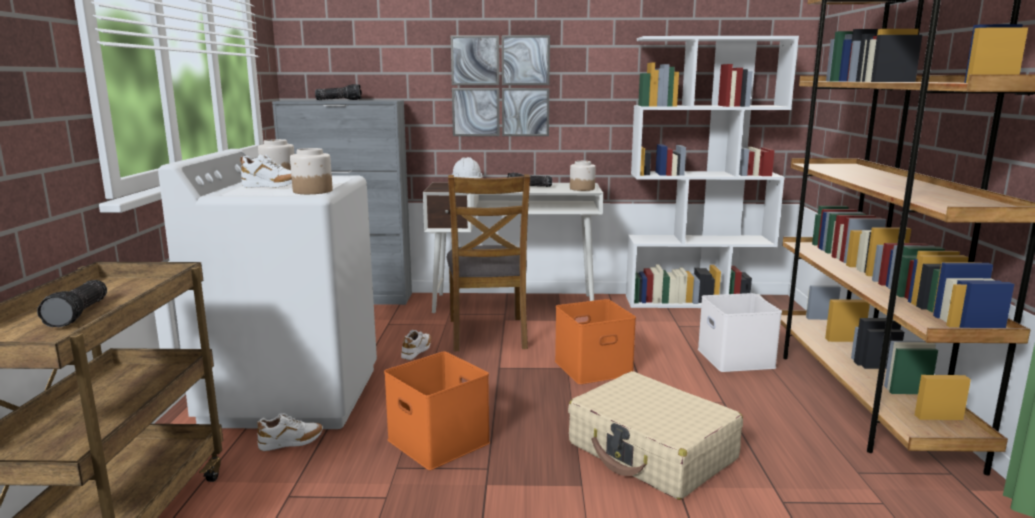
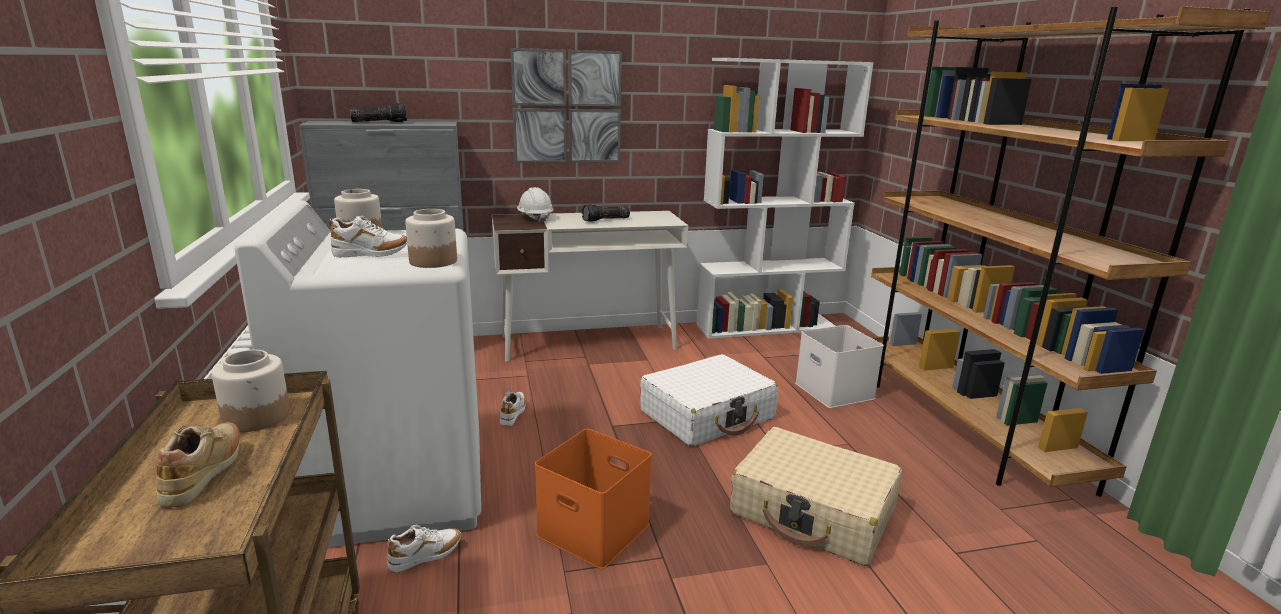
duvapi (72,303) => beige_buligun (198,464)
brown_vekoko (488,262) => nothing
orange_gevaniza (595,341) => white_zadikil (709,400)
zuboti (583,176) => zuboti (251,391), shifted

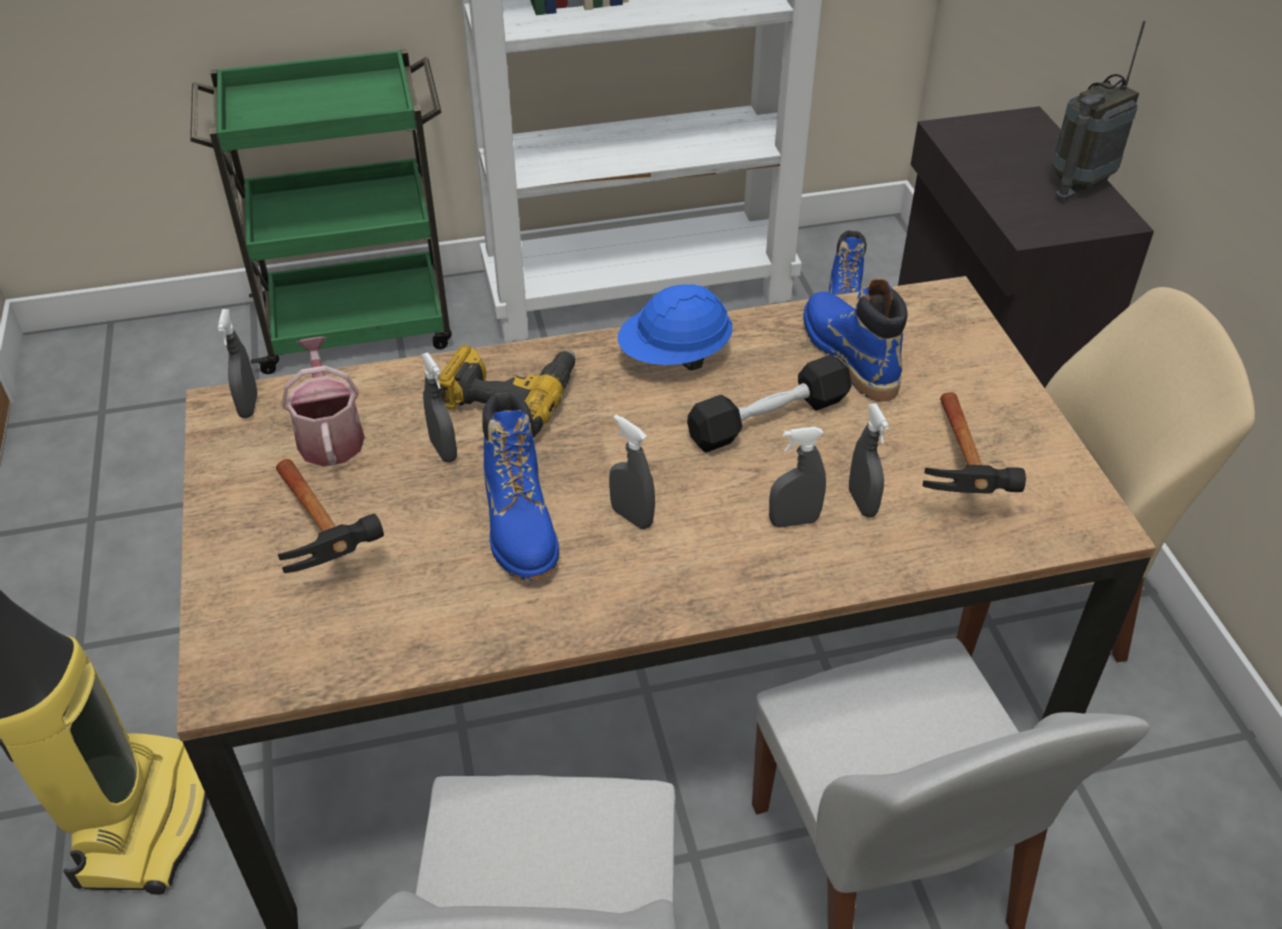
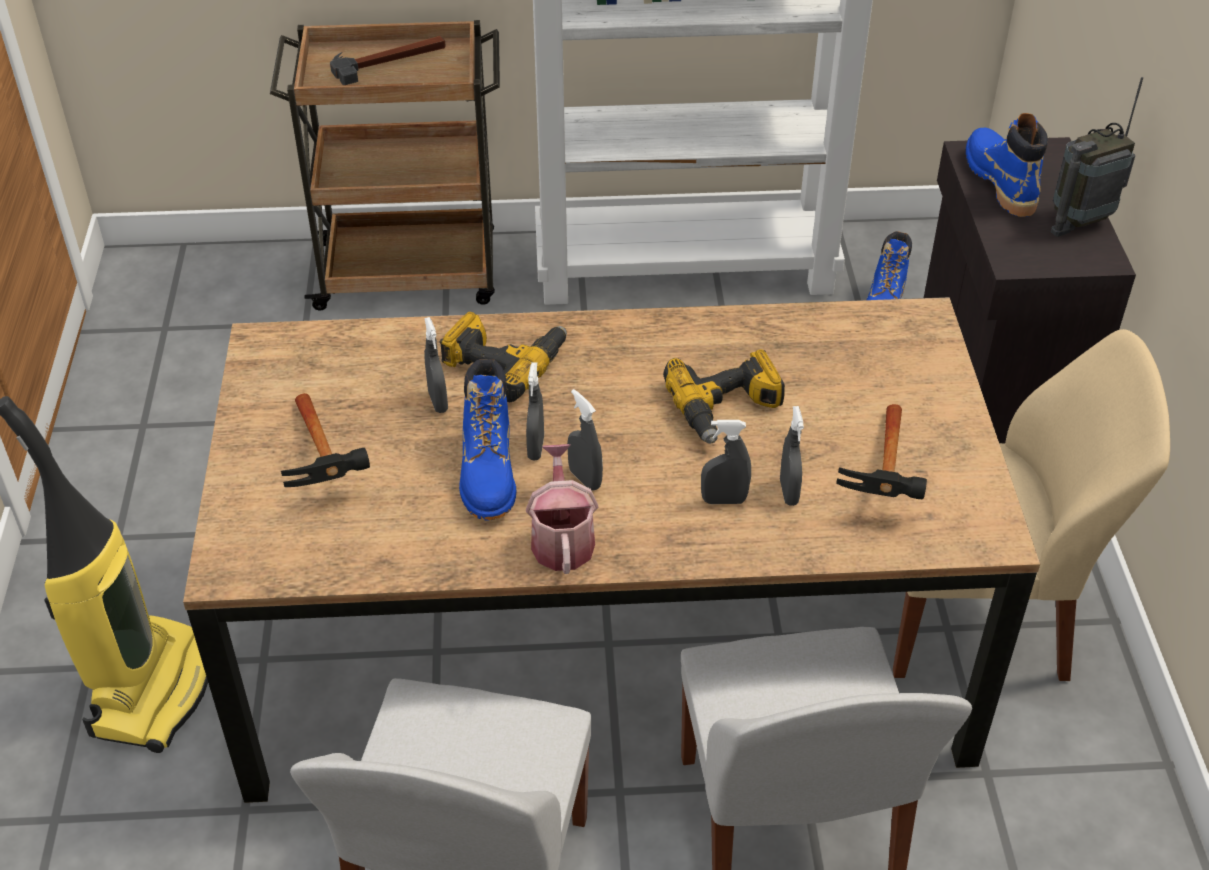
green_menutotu (321,211) => brown_menutotu (385,165)
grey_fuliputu (238,363) => grey_fuliputu (535,411), shifted
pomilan (323,402) => pomilan (562,509), shifted
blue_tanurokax (674,327) => nothing
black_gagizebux (769,404) => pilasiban (724,396)
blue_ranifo (855,340) => blue_ranifo (1007,165), shifted
nothing => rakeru (388,60)

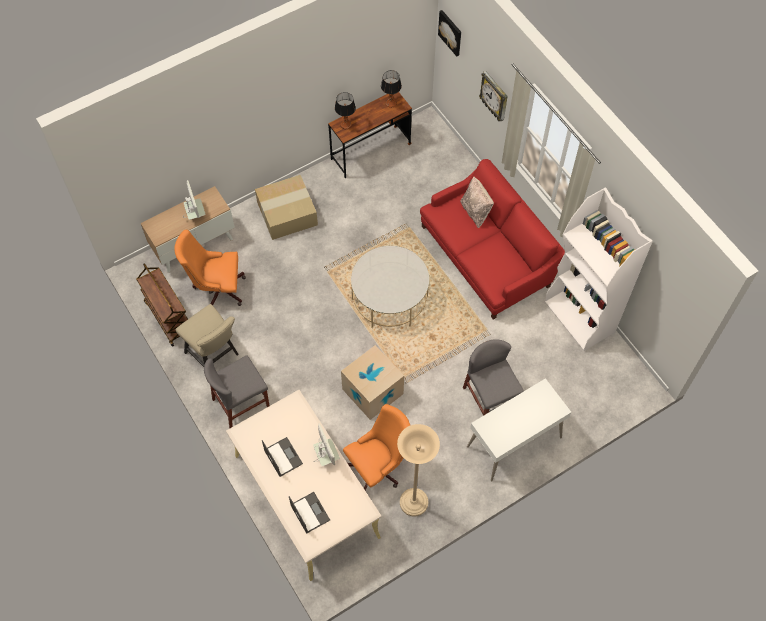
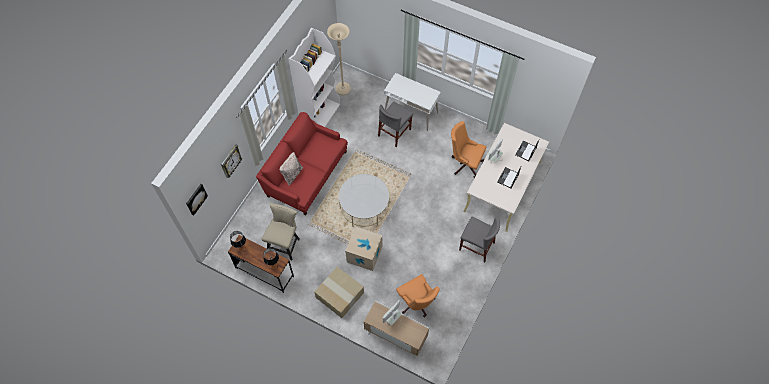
brown_menutotu (162,305) => nothing
beige_vekoko (207,335) => beige_vekoko (281,232), shifted
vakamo (372,382) => vakamo (363,249), shifted
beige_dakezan (418,470) => beige_dakezan (339,59), shifted

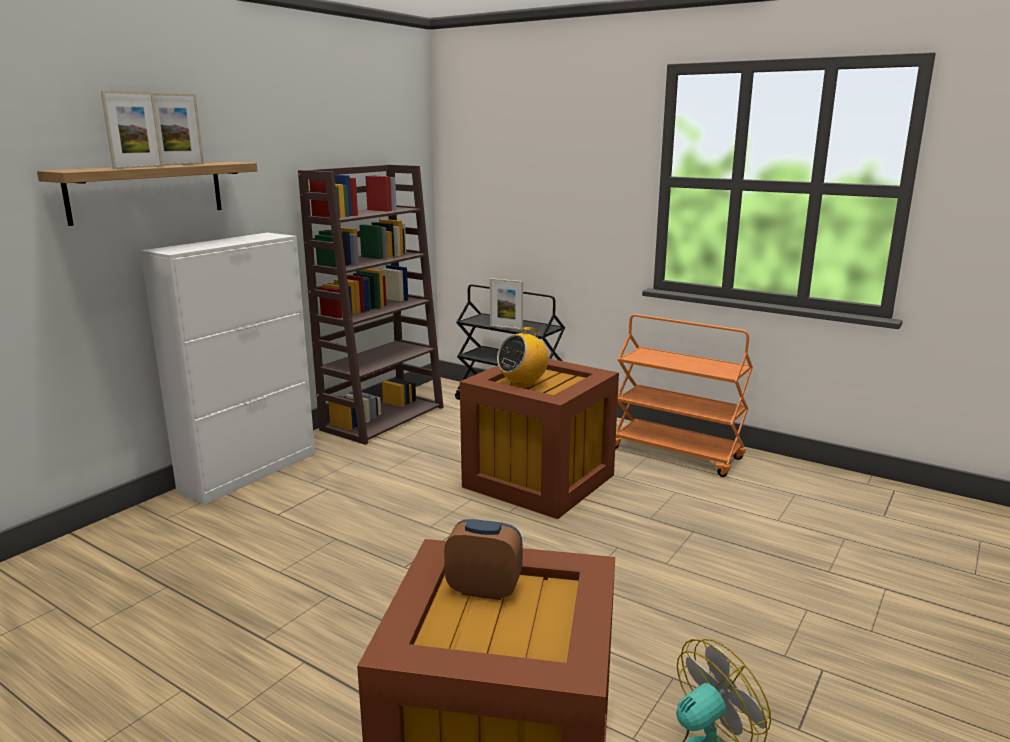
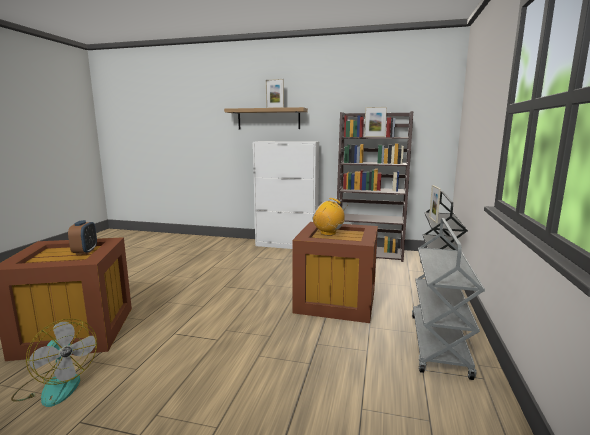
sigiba (132,130) => sigiba (375,122), shifted
orange_menutotu (684,395) => grey_menutotu (448,299)

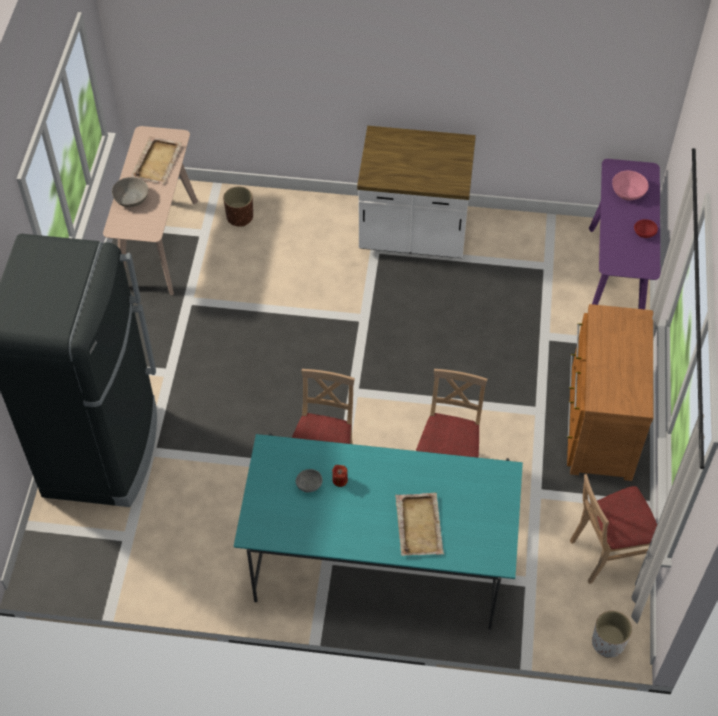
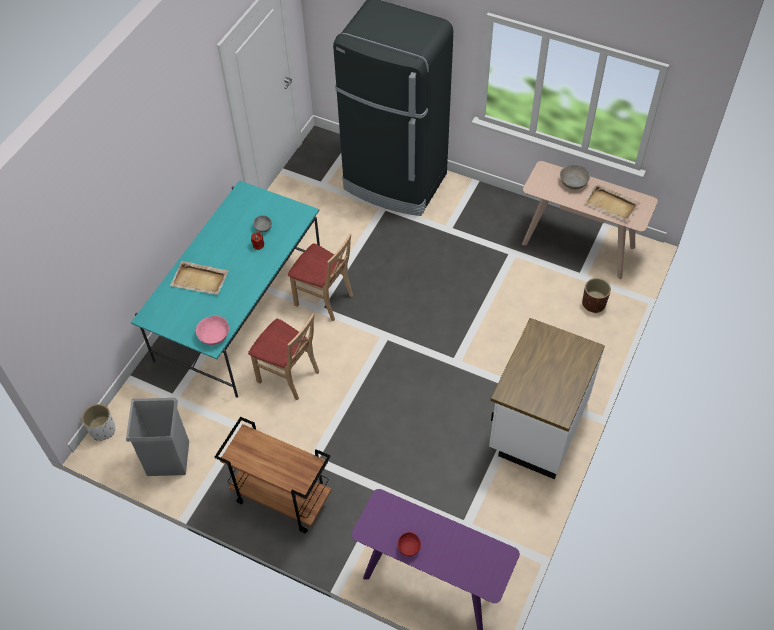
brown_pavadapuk (610,392) => brown_menutotu (273,475)
beige_vekoko (613,529) => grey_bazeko (157,437)
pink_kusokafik (630,186) => pink_kusokafik (212,330), shifted

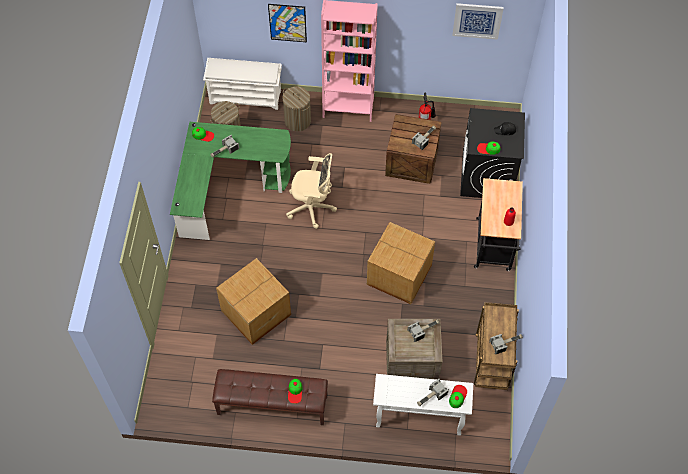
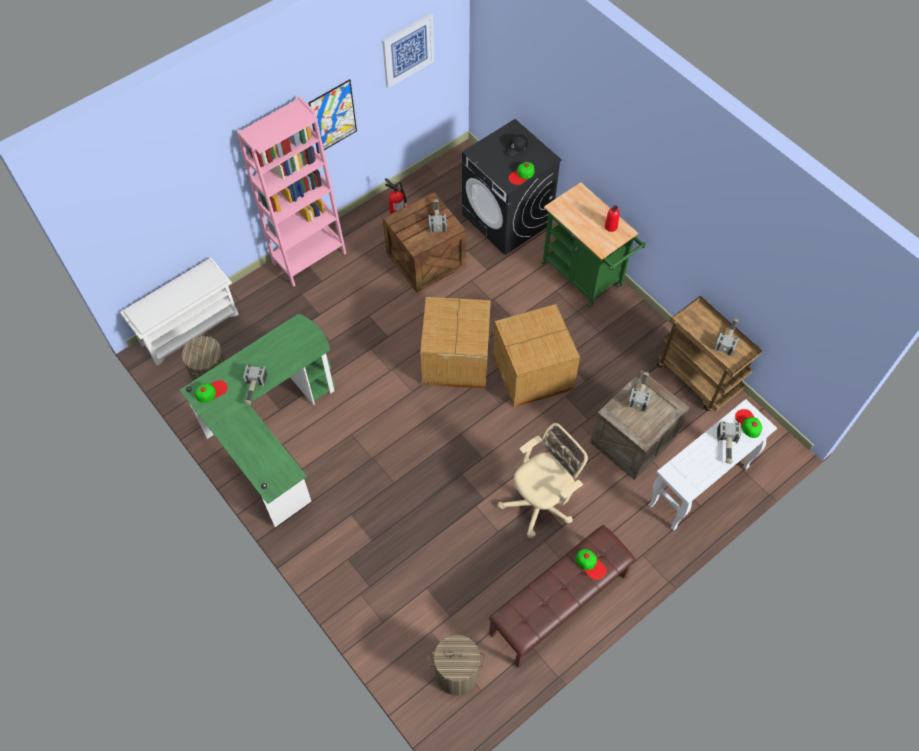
vakamo (253,301) => vakamo (455,343), shifted
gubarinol (287,23) => gubarinol (332,116), shifted
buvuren (296,108) => buvuren (457,665), shifted
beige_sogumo (311,191) => beige_sogumo (542,480), shifted
black_menutotu (498,224) => green_menutotu (593,245)

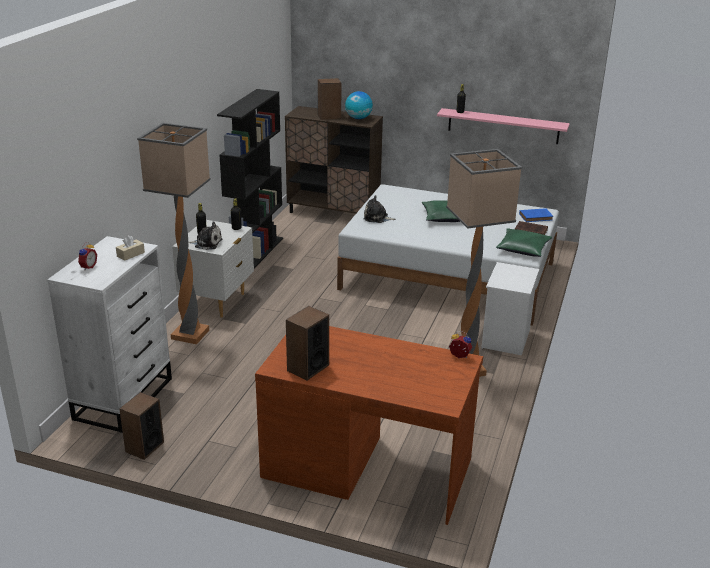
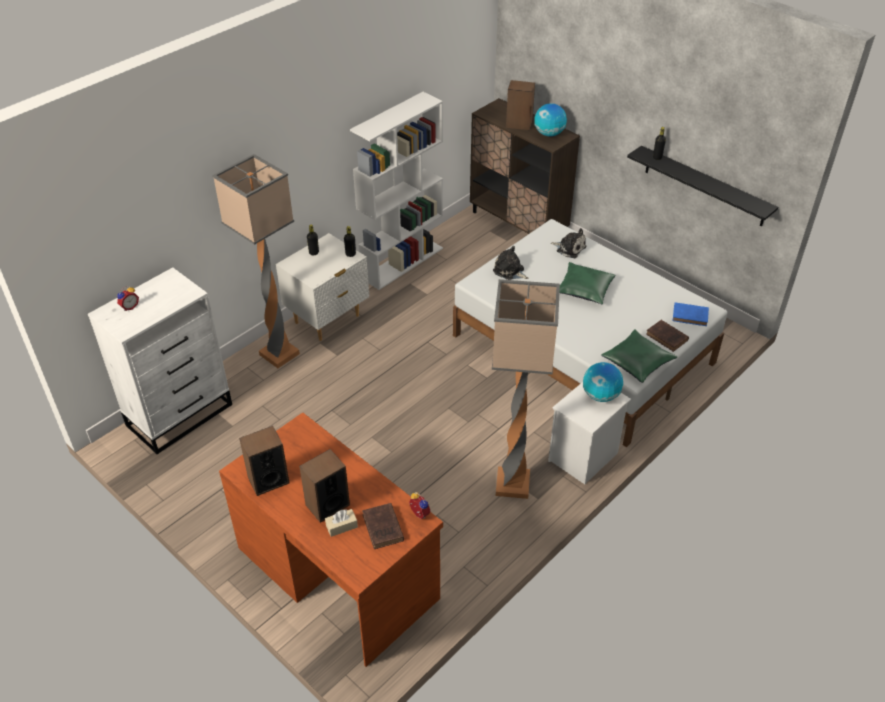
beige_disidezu (130,248) => beige_disidezu (341,523), shifted
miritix (141,426) => miritix (324,486), shifted
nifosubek (205,235) => nifosubek (568,243), shifted
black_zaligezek (250,178) => white_zaligezek (396,191)
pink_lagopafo (503,126) => black_lagopafo (702,186)
nothing => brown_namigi (383,526)
nothing => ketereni (603,382)

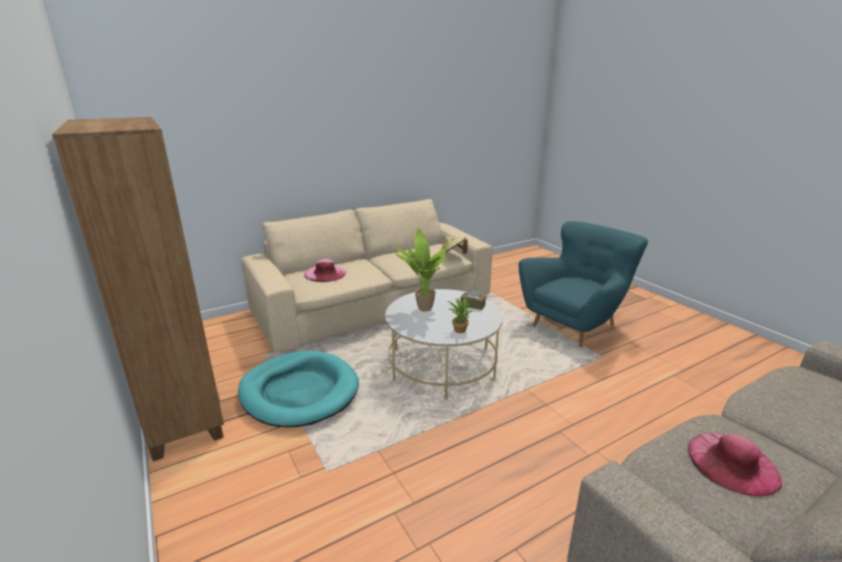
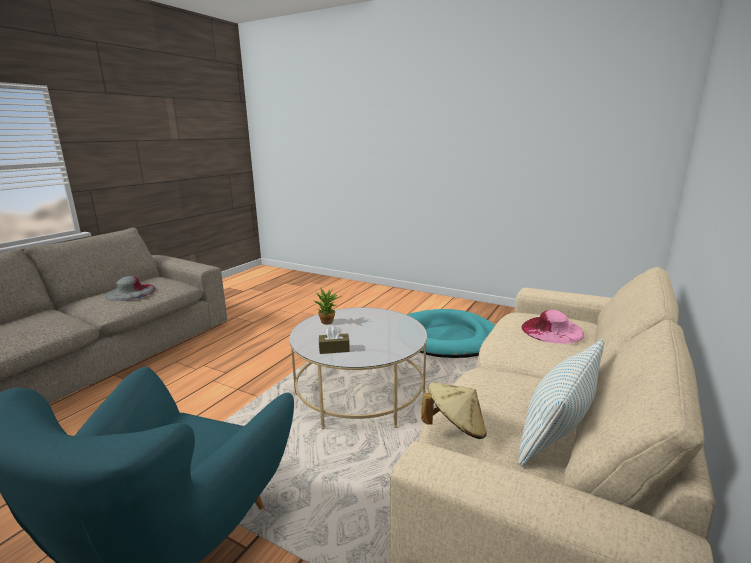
brown_zaligezek (138,289) => nothing
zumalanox (421,270) => nothing
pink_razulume (735,465) => grey_razulume (130,288)
nothing => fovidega (561,403)

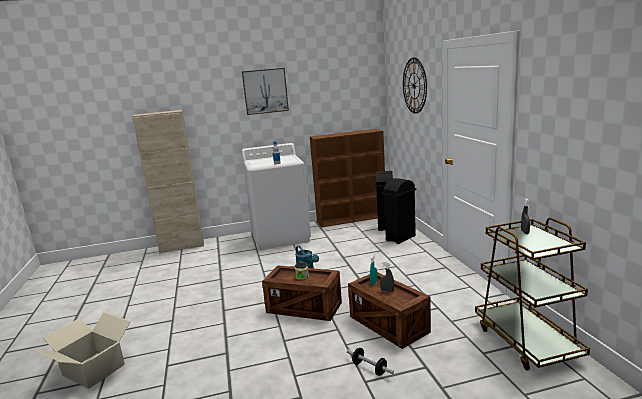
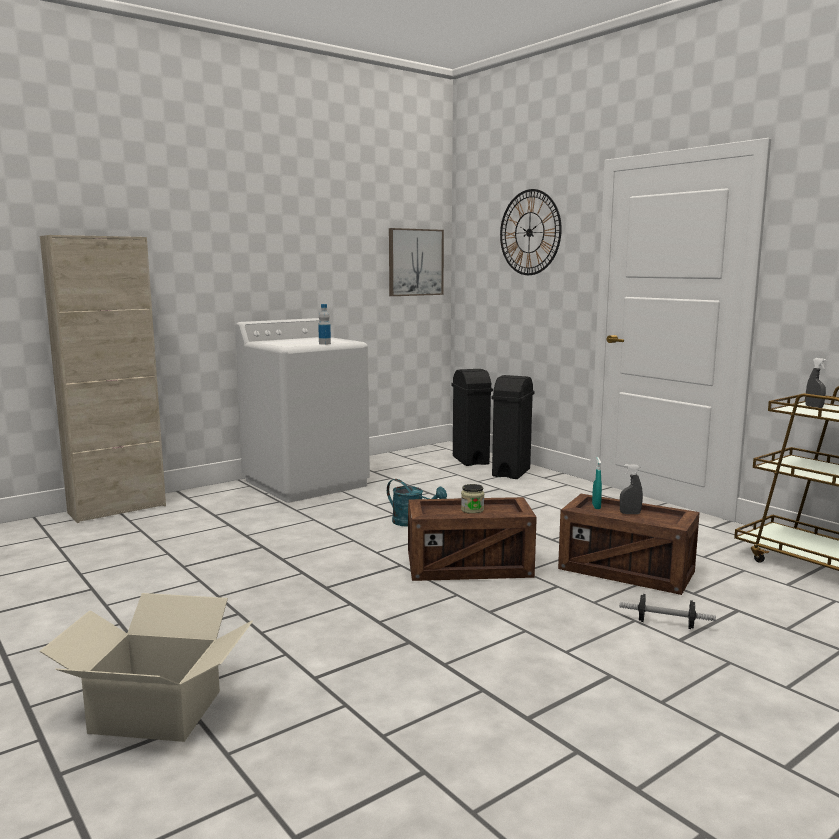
gubarinol (265,91) => gubarinol (416,262), shifted
brown_zaligezek (347,178) => nothing

